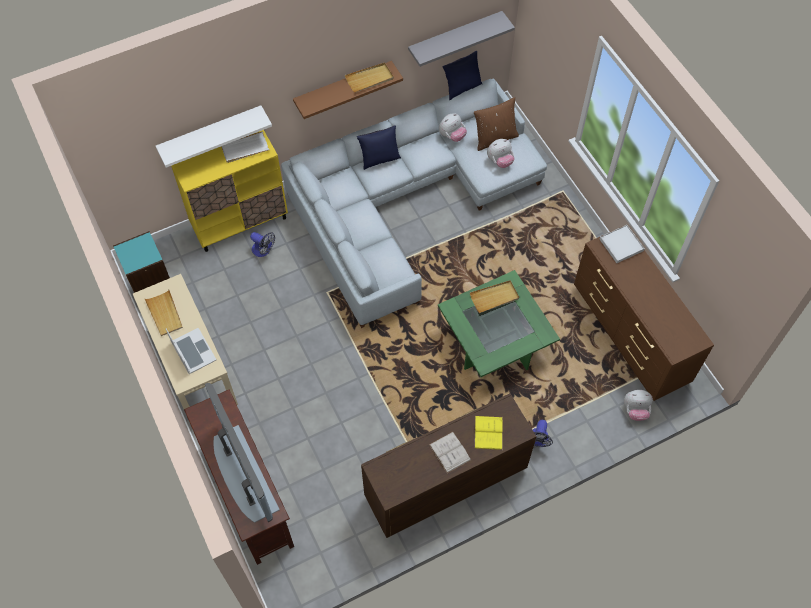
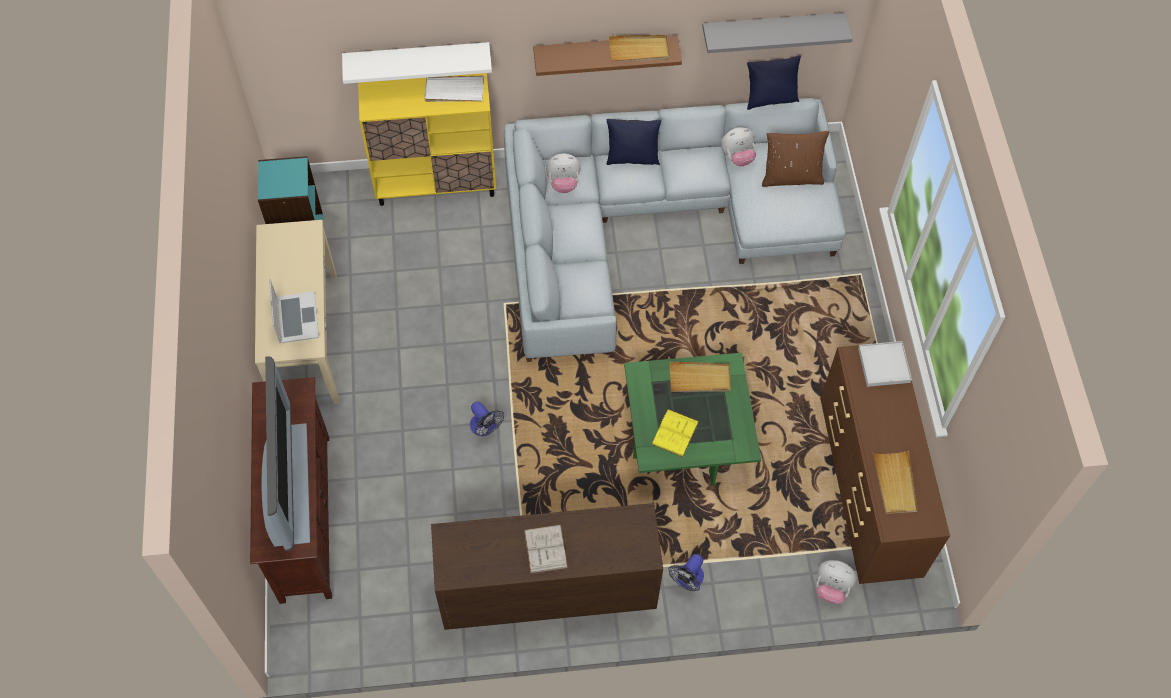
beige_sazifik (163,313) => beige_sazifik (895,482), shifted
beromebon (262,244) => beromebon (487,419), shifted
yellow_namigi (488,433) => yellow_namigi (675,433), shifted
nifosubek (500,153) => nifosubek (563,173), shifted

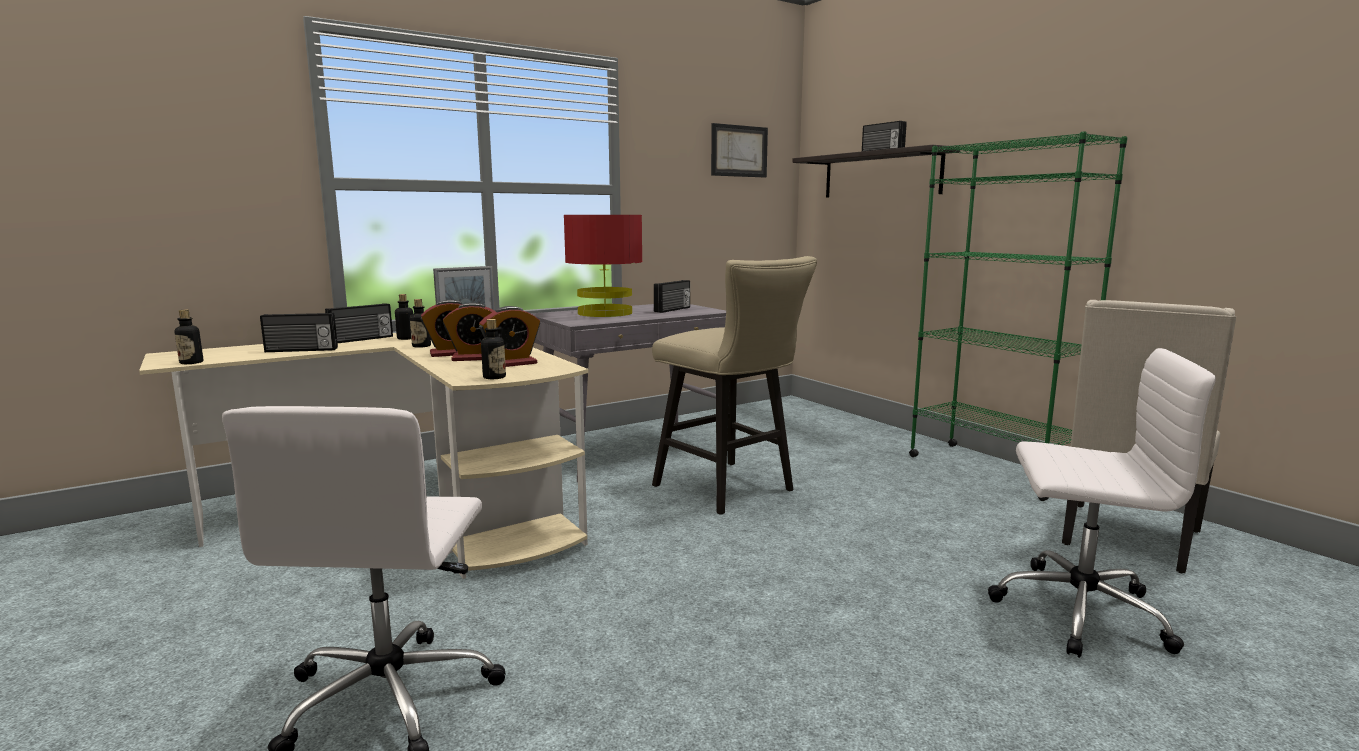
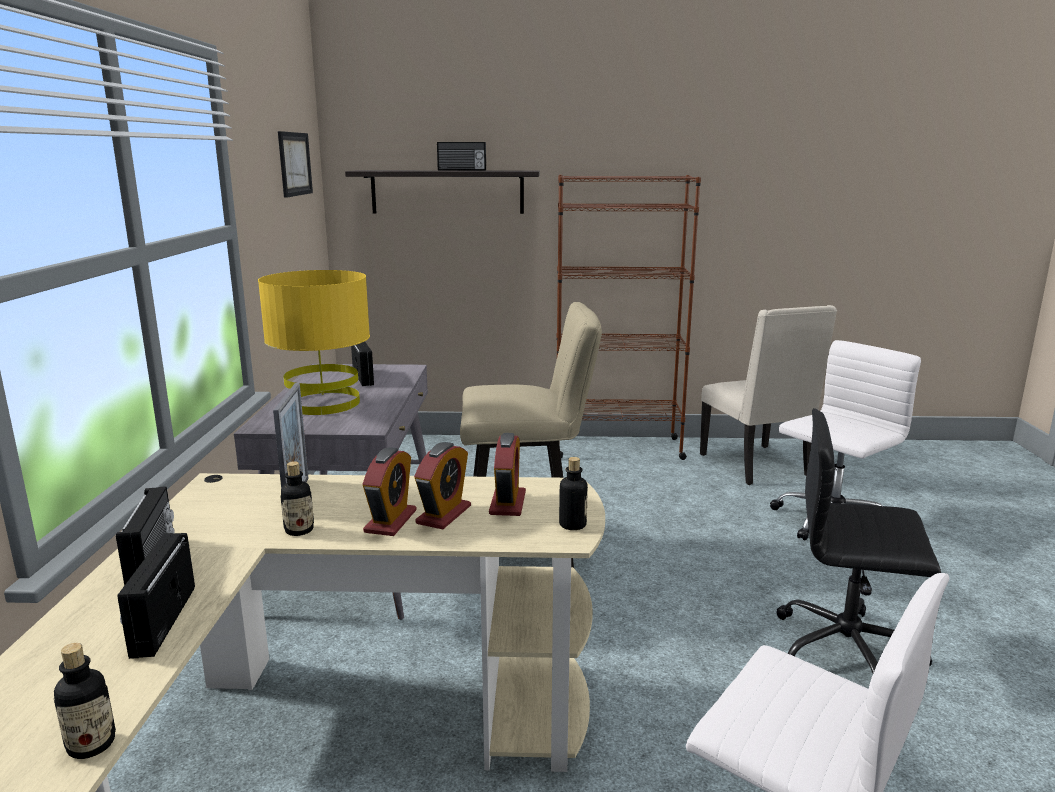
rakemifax (299,332) => rakemifax (156,596), 150 degrees clockwise
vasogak (404,317) => nothing
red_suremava (603,266) => yellow_suremava (314,342)
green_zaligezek (1018,316) => brown_zaligezek (628,317)
nothing => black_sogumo (859,540)

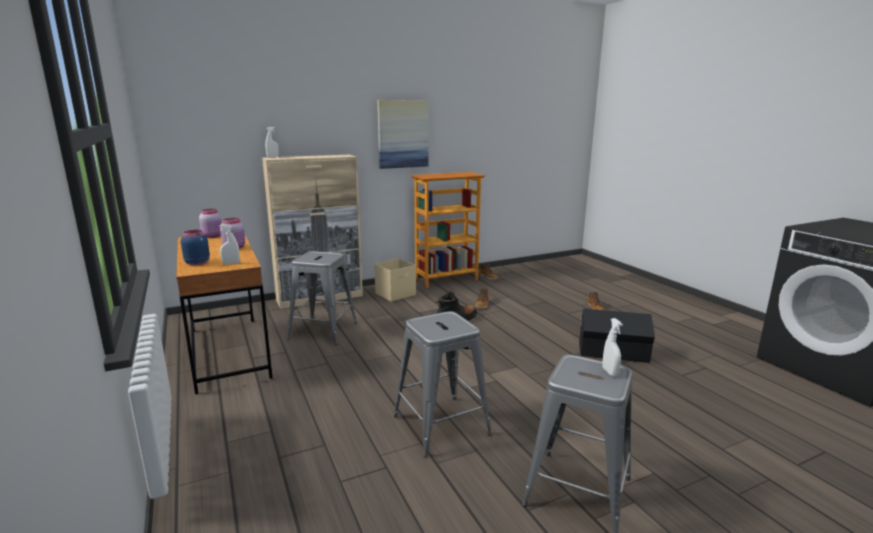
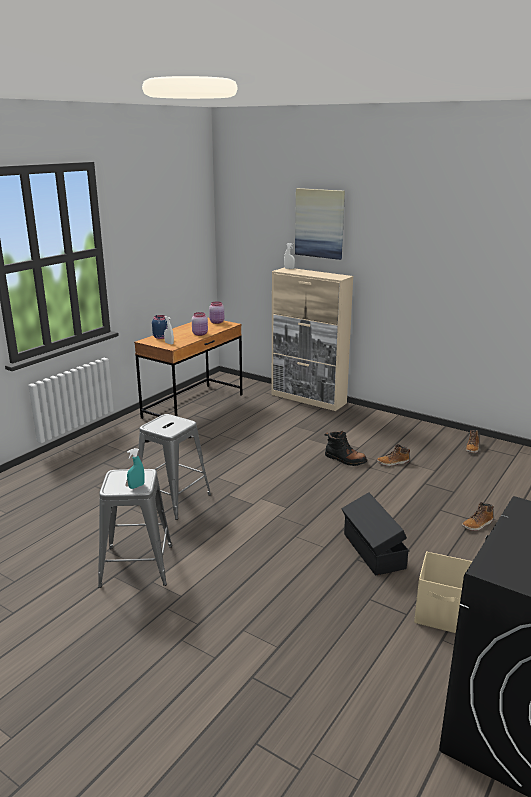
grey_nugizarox (322,298) => nothing
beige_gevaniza (395,280) => beige_gevaniza (443,592), shifted
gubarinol (402,134) => gubarinol (320,224), shifted
zaligezek (447,230) => nothing
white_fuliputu (612,347) => turquoise_fuliputu (136,468)

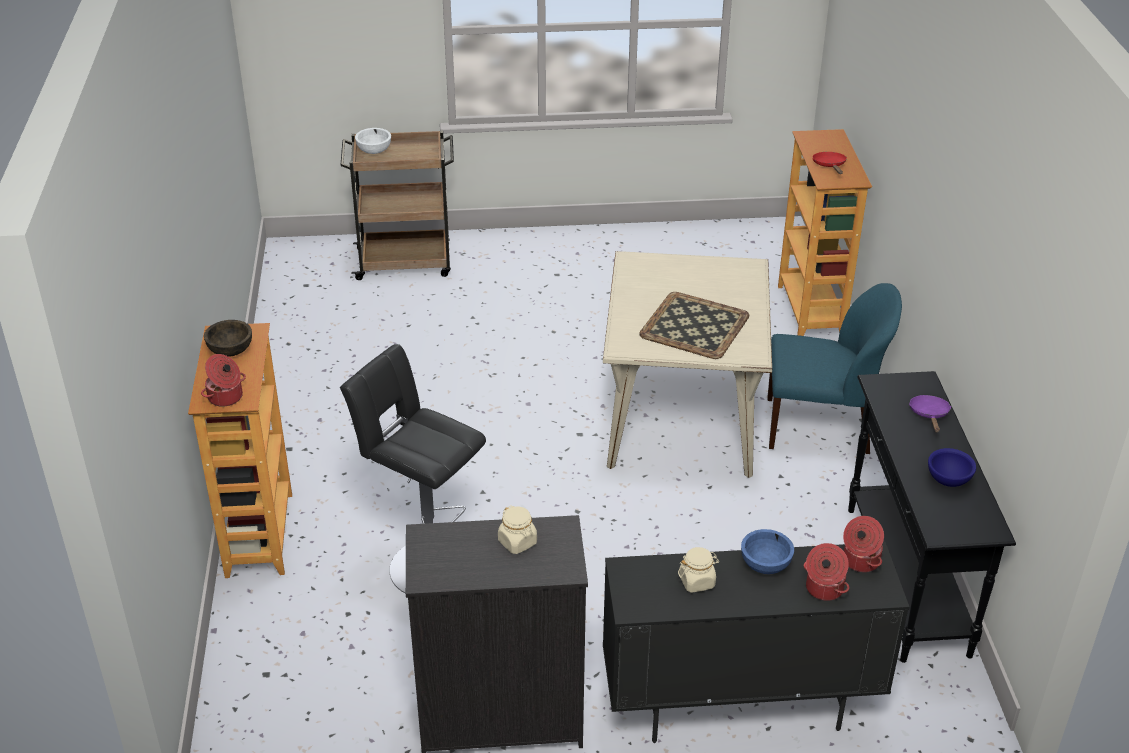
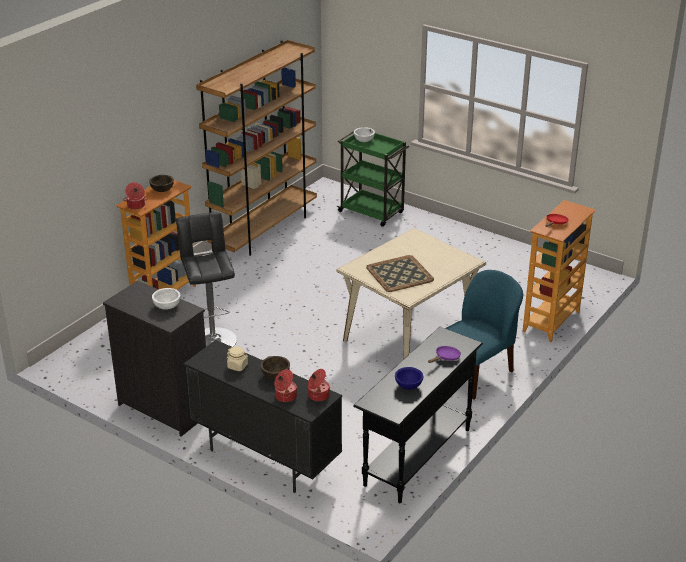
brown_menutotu (397,205) => green_menutotu (373,179)
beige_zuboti (517,529) => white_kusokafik (166,299)
blue_kusokafik (767,551) => brown_kusokafik (275,367)
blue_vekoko (834,368) => blue_vekoko (484,335), 90 degrees counterclockwise
nothing => brown_zaligezek (256,148)

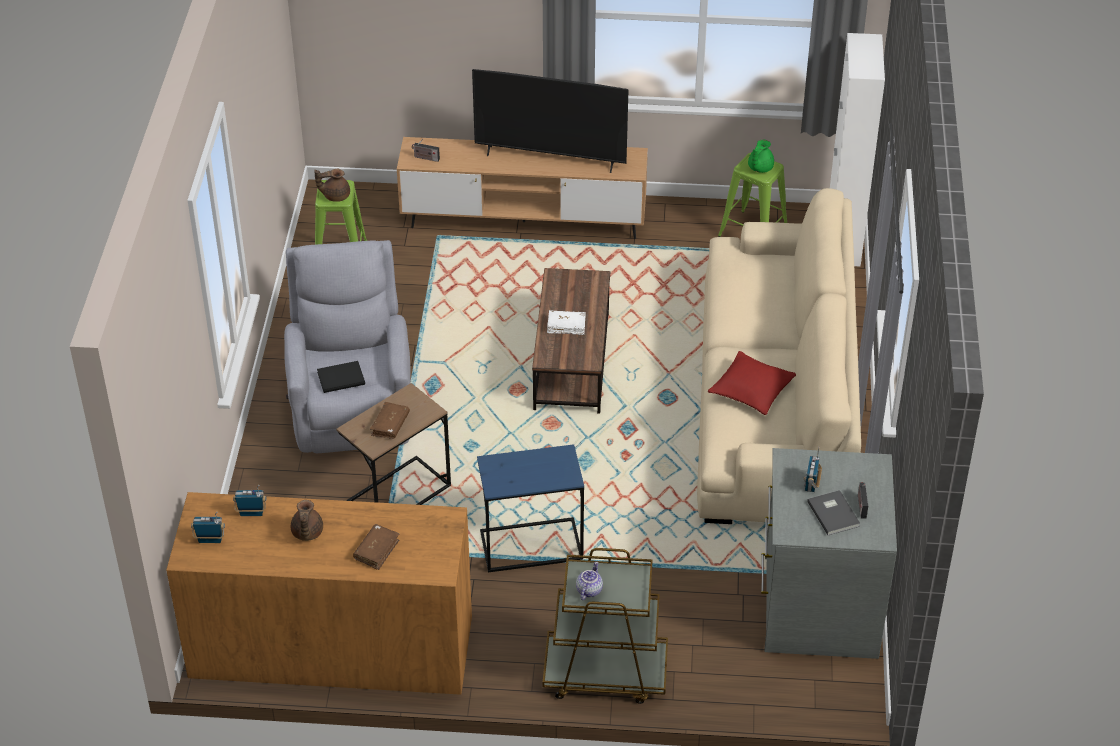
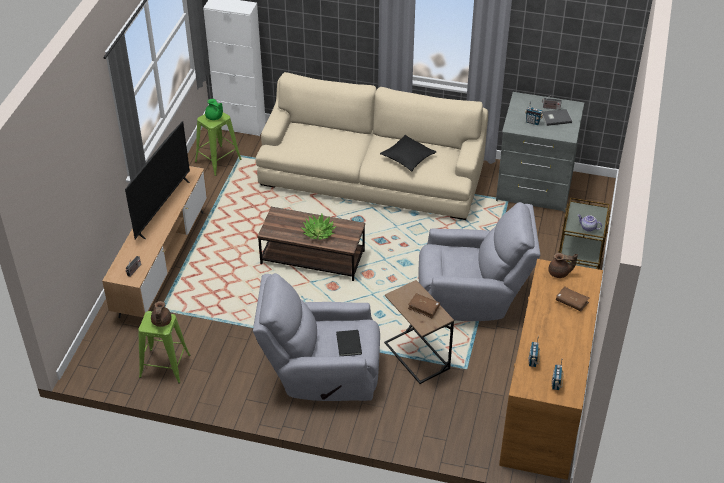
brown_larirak (307,520) => brown_larirak (563,265), shifted
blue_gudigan (530,508) => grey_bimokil (479,261)
white_namigi (566,322) => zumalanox (318,226)
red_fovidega (752,383) => black_fovidega (408,153)

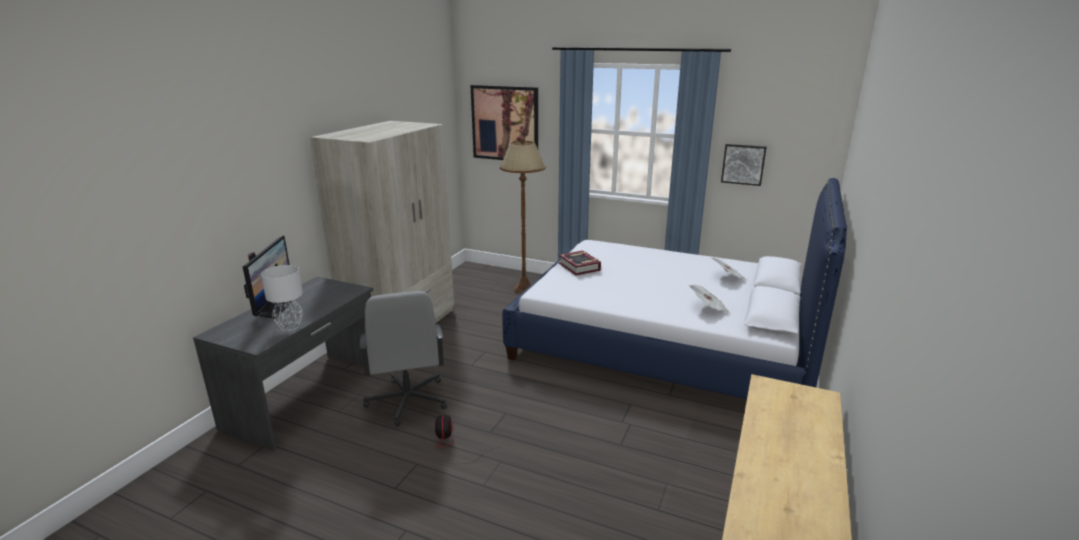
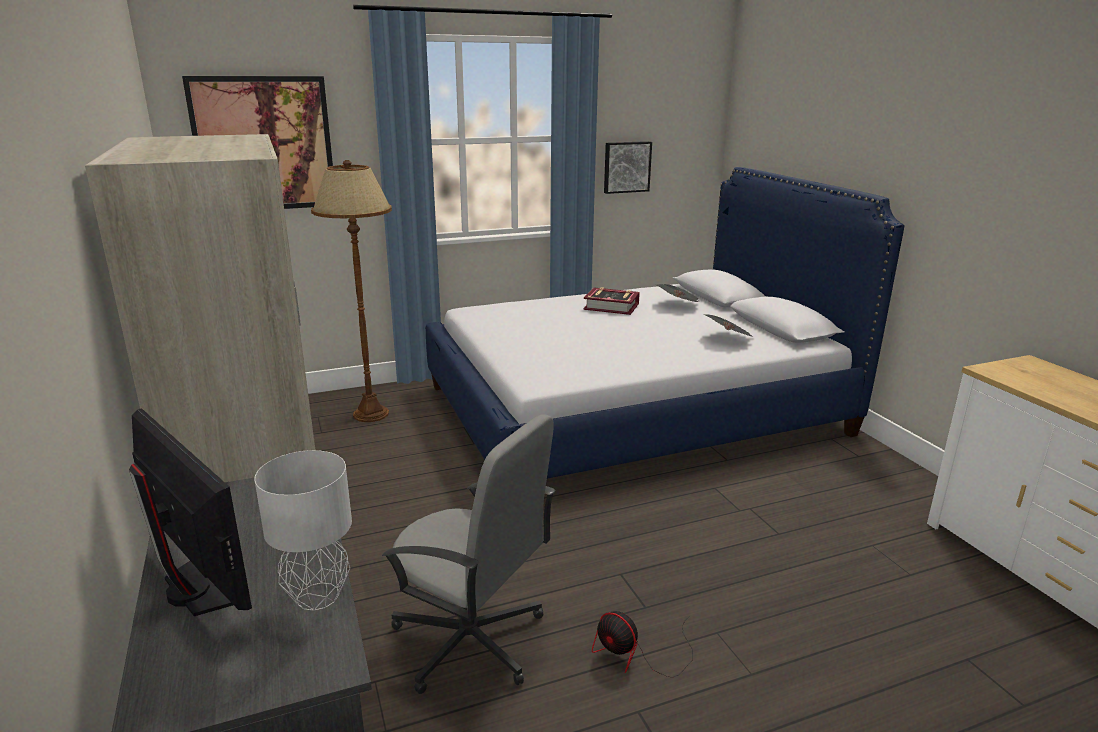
namigi (579,263) => namigi (611,301), shifted

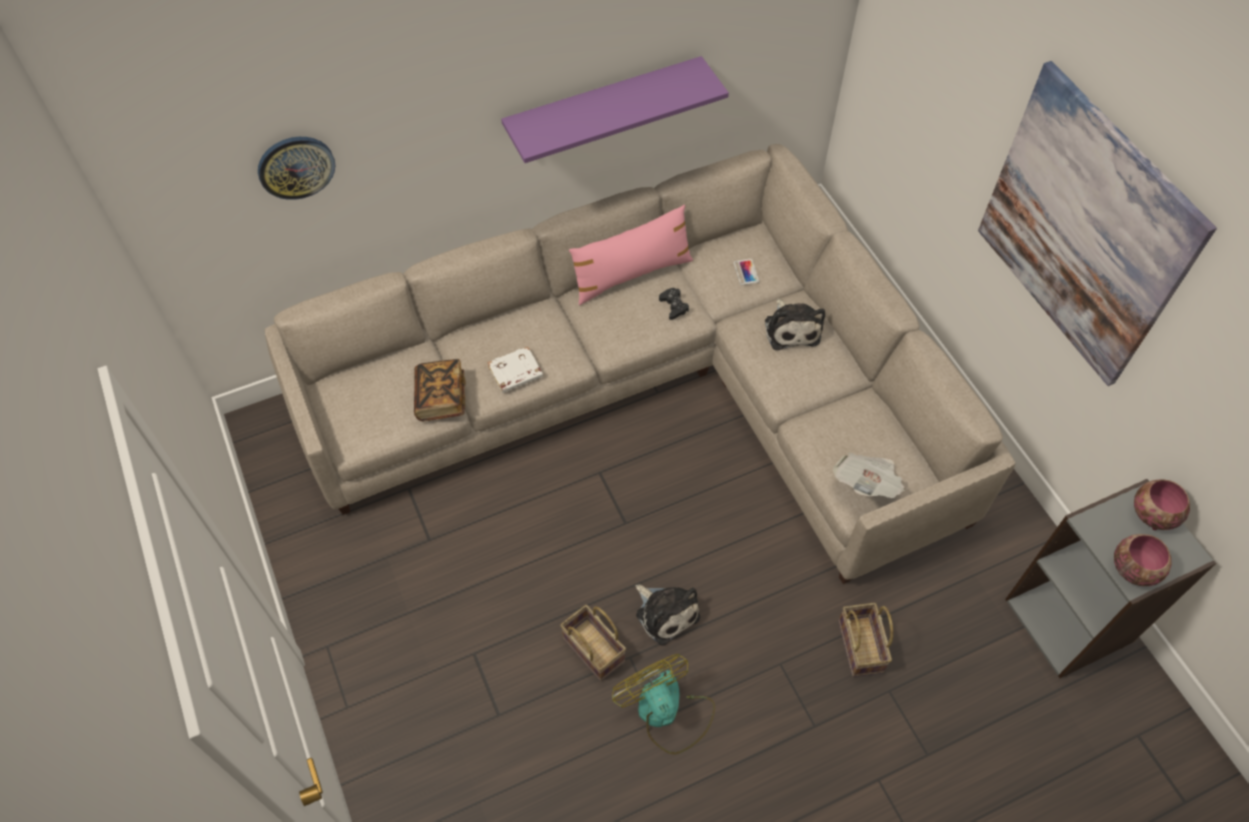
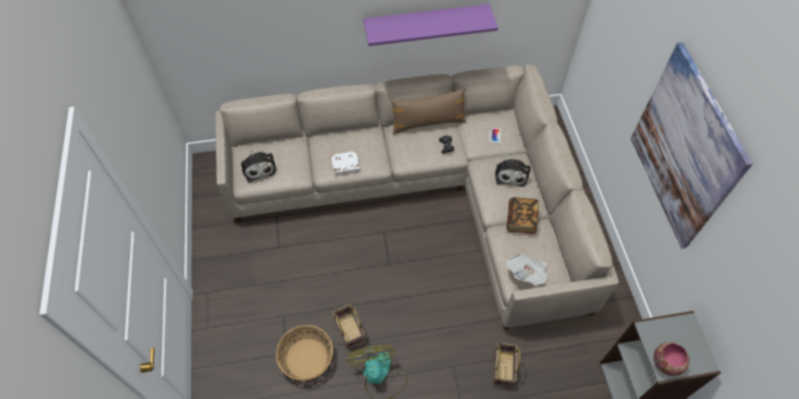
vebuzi (296,168) => nothing
namigi (440,390) => namigi (523,215), shifted
pink_fovidega (631,255) => brown_fovidega (428,111)
nifosubek (668,615) => nifosubek (258,166), shifted
kusokafik (1162,504) => nothing
nothing => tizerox (304,353)

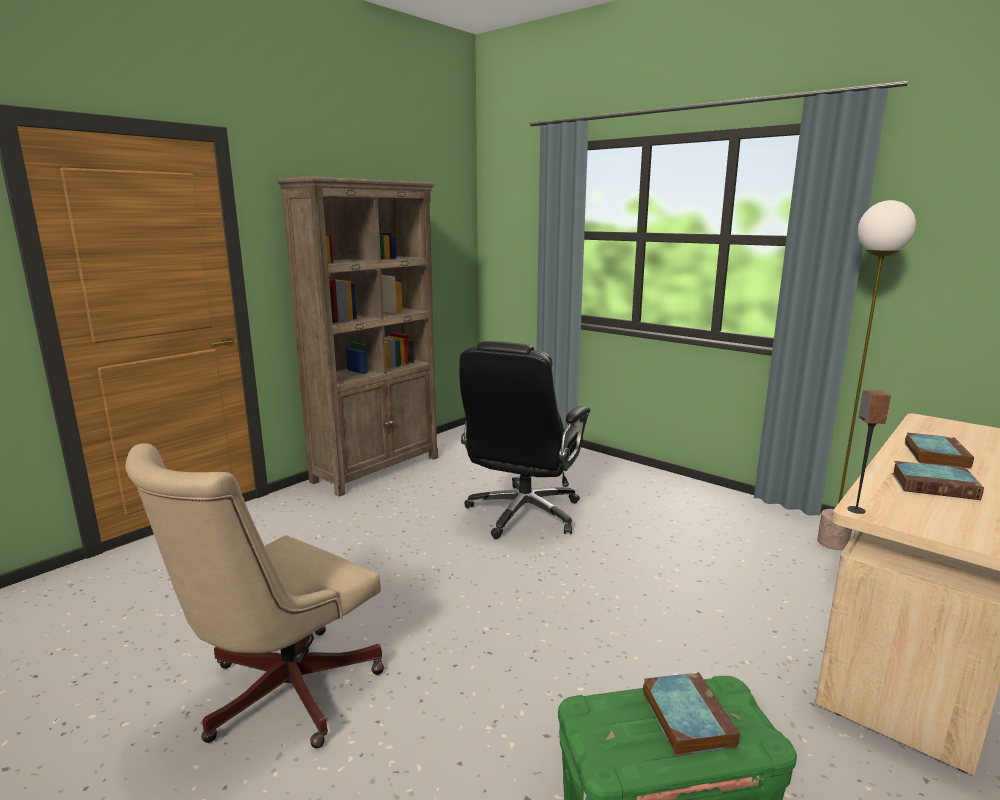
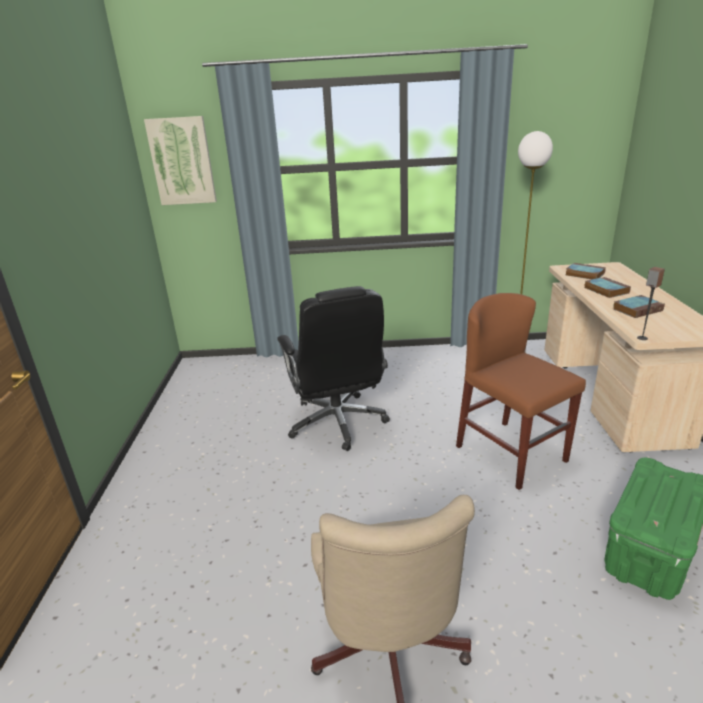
brown_zaligezek (357,336) => nothing
namigi (691,714) => namigi (586,271), shifted
nothing => gubarinol (180,160)
nothing => brown_vekoko (521,391)

